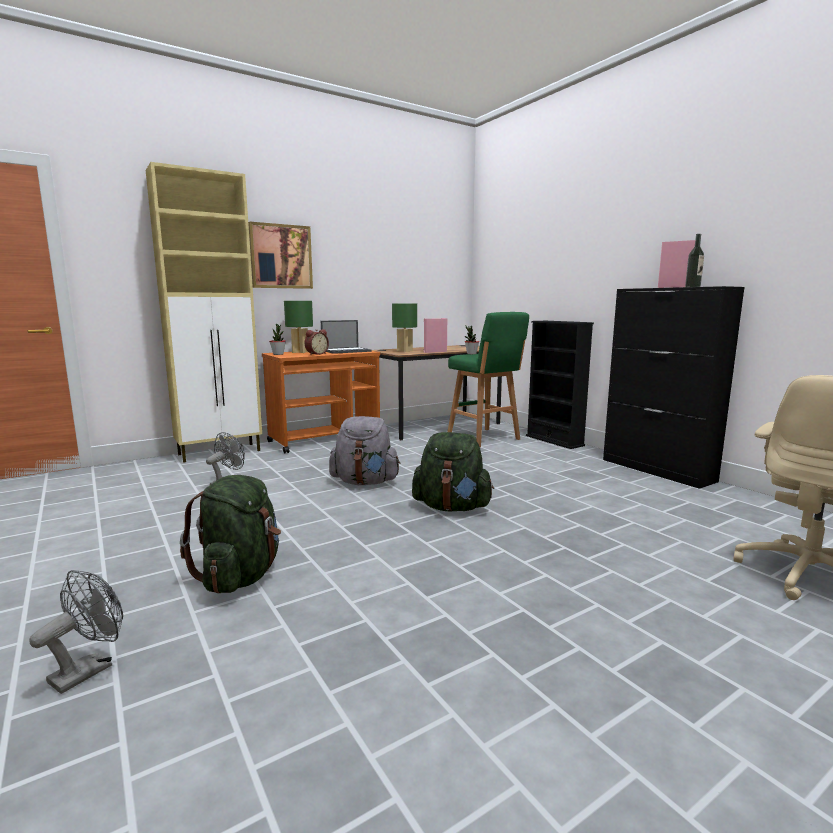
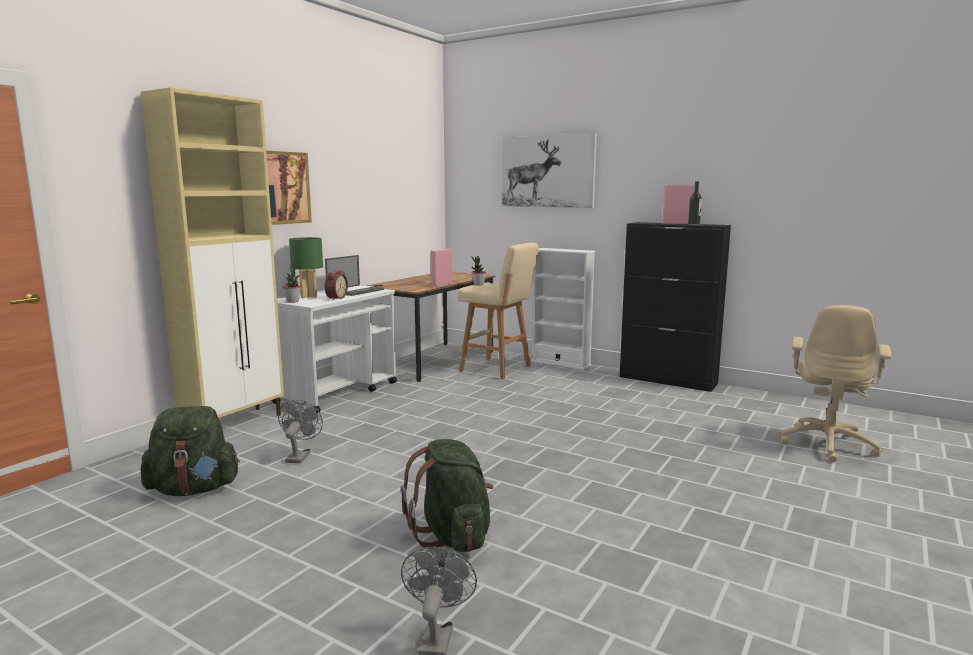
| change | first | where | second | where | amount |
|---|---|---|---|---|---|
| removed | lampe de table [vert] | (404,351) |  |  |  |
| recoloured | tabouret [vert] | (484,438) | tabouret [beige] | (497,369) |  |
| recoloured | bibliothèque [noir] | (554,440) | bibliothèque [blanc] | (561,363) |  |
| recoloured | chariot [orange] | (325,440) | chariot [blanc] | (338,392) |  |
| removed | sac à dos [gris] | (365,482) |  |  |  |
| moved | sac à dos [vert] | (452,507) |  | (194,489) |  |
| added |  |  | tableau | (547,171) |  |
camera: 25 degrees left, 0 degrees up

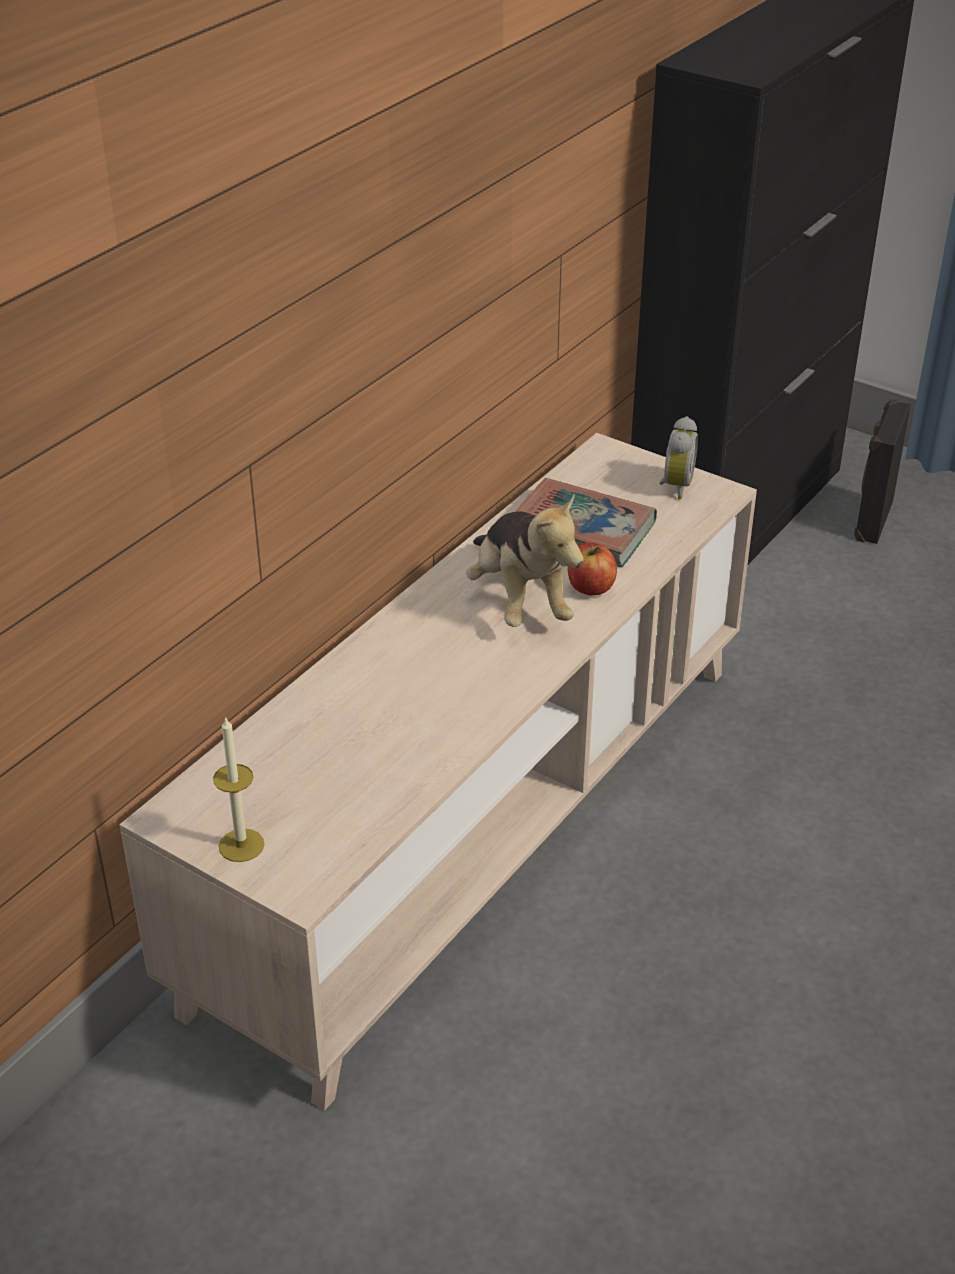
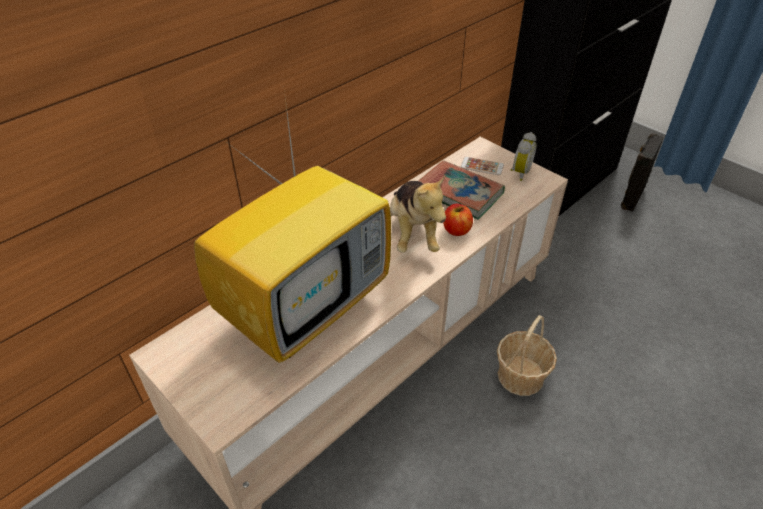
| change | first | where | second | where | amount |
|---|---|---|---|---|---|
| removed | bougie | (241,845) |  |  |  |
| added |  |  | téléviseur | (306,306) |  |
| added |  |  | téléphone | (482,166) |  |
| added |  |  | panier | (521,376) |  |
camera: 10 degrees right, 5 degrees up

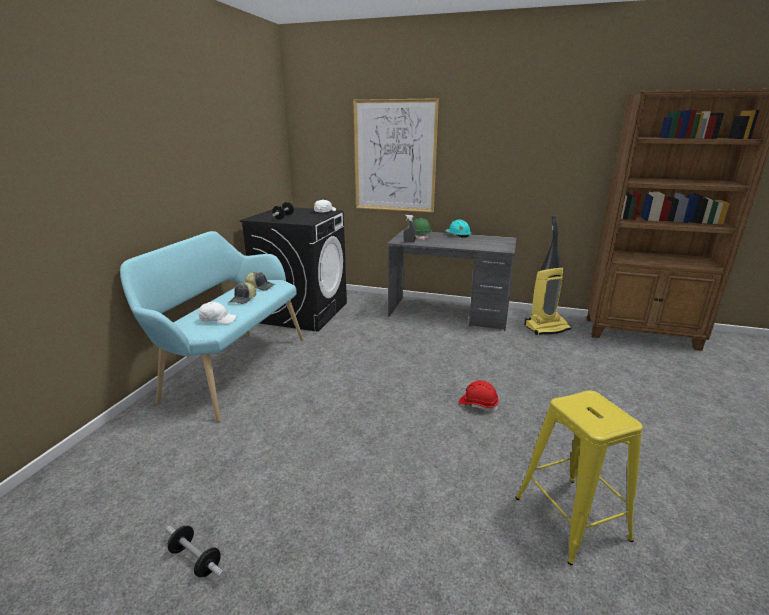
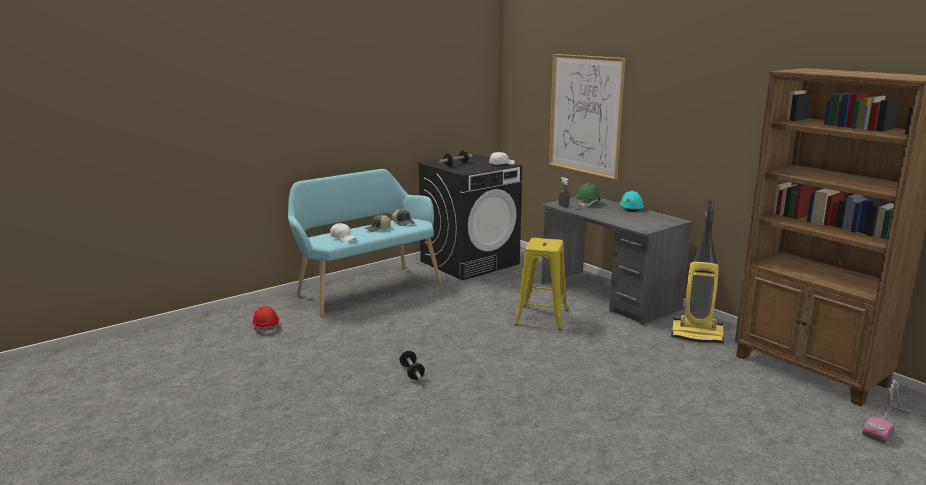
| change | first | where | second | where | amount |
|---|---|---|---|---|---|
| moved | casque de chantier [rouge] | (478,404) |  | (266,328) |  |
| moved | tabouret [jaune] | (571,518) |  | (541,317) |  |
| moved | haltère | (196,560) |  | (412,372) |  |
| added |  |  | aspirateur | (887,423) |  |
camera: 35 degrees right, 5 degrees down

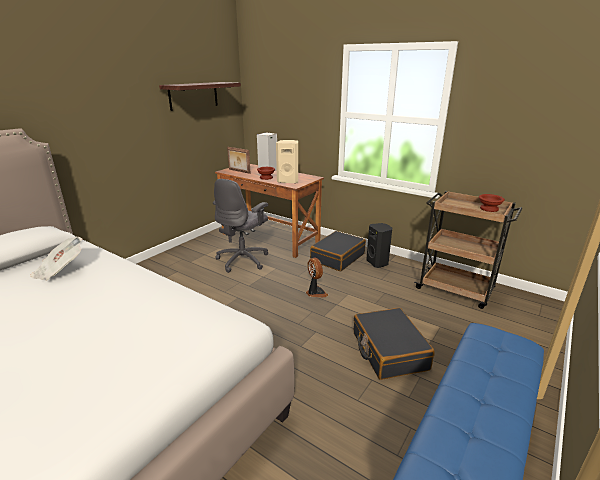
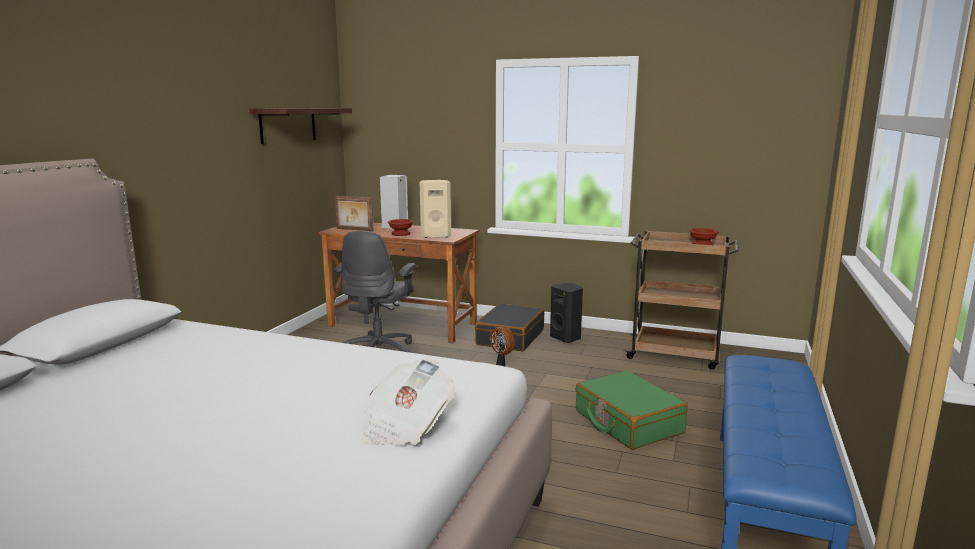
| change | first | where | second | where | amount |
|---|---|---|---|---|---|
| moved | journal | (60,270) |  | (405,426) |  |
| recoloured | valise [noir] | (388,351) | valise [vert] | (627,422) |  |
camera: 15 degrees left, 10 degrees down

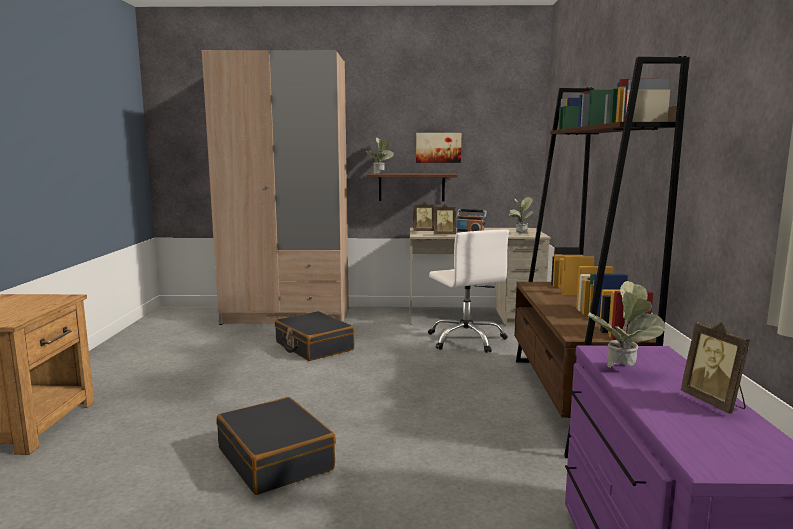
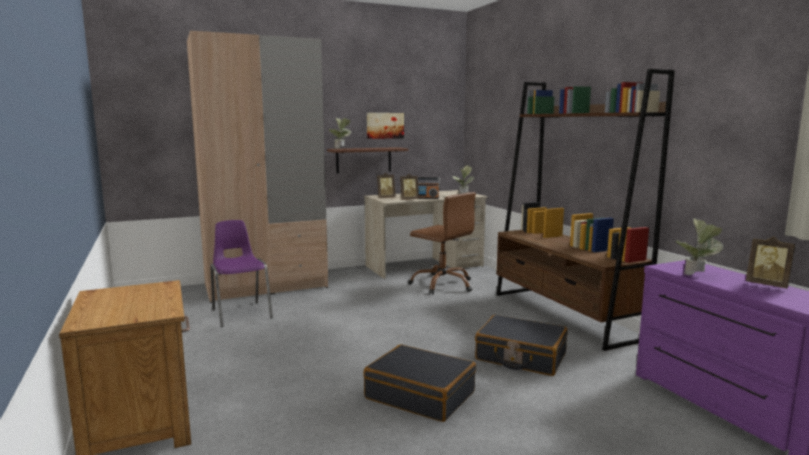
| change | first | where | second | where | amount |
|---|---|---|---|---|---|
| recoloured | chaise de bureau [blanc] | (466,340) | chaise de bureau [marron] | (442,285) |  |
| moved | valise [noir] | (313,346) |  | (520,357) |  |
| added |  |  | chaise [violet] | (241,313) |  |
camera: 25 degrees left, 0 degrees up

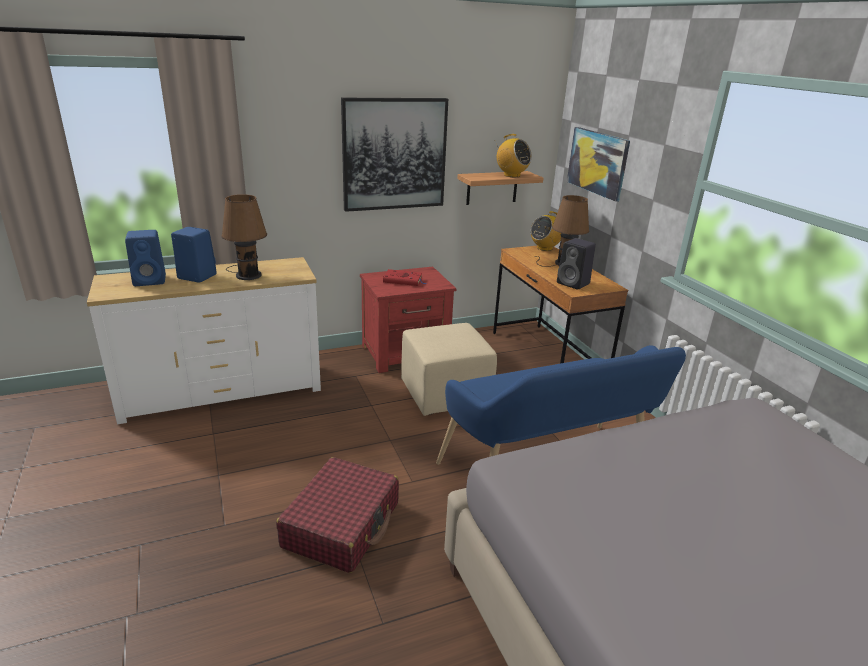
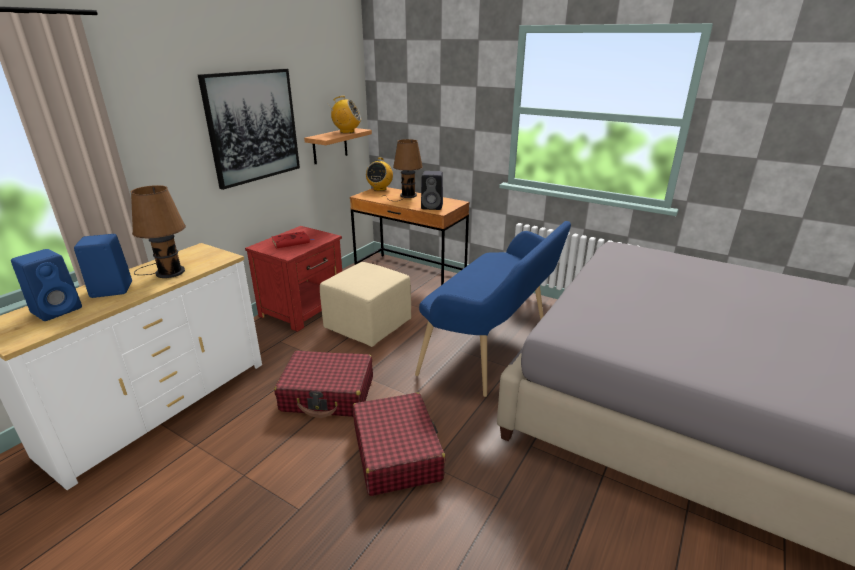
| change | first | where | second | where | amount |
|---|---|---|---|---|---|
| removed | tableau | (597,162) |  |  |  |
| added |  |  | valise [rouge] | (328,394) |  |
camera: 35 degrees left, 0 degrees up

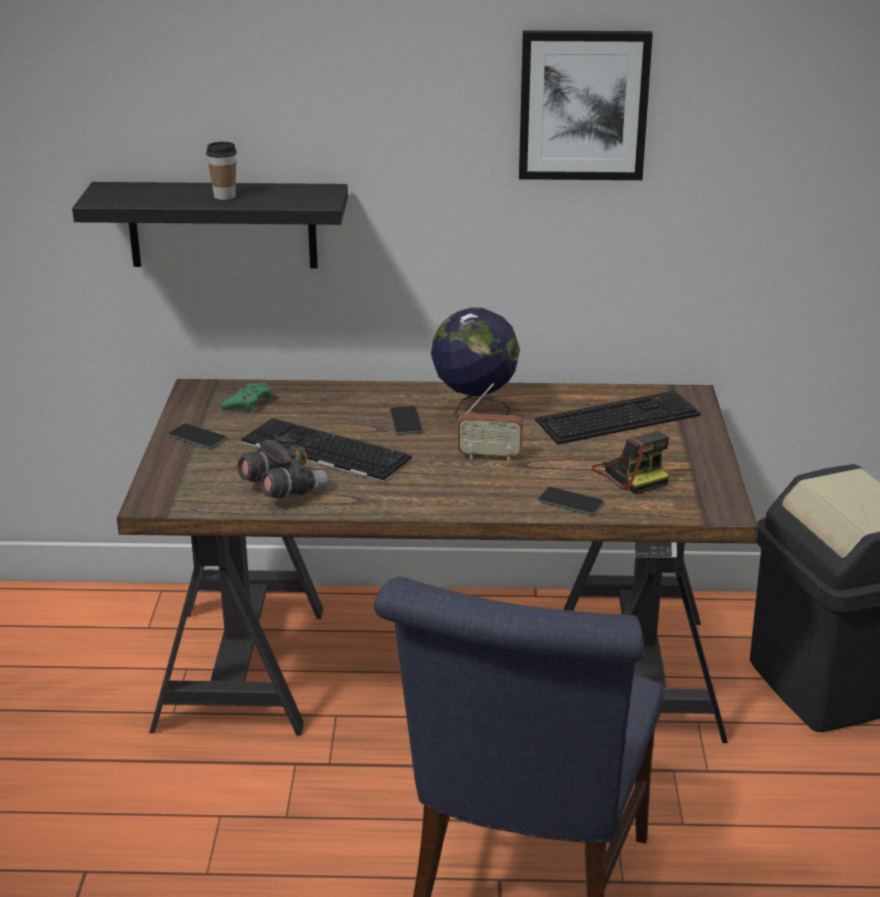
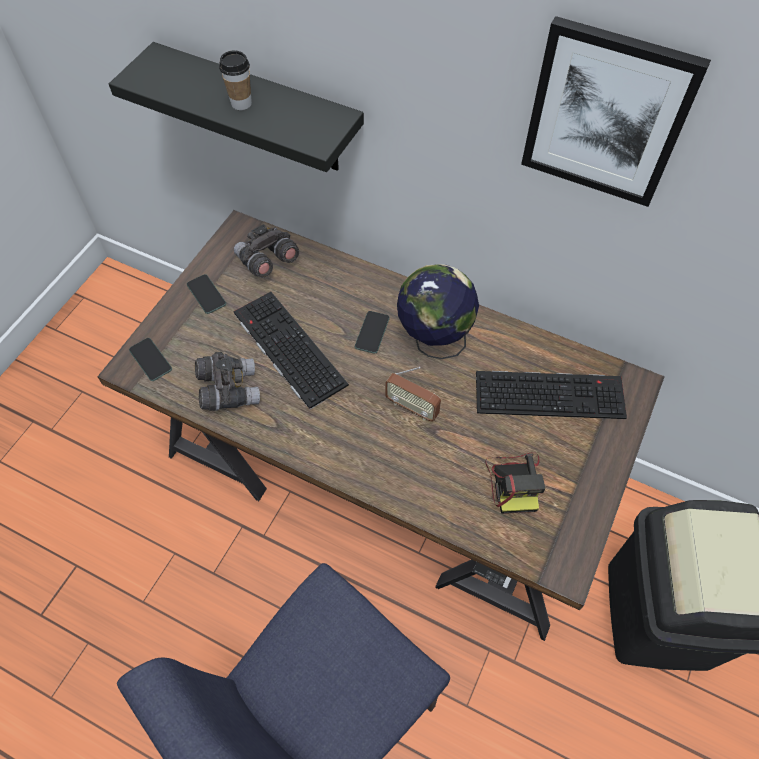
| change | first | where | second | where | amount |
|---|---|---|---|---|---|
| replaced | manette [vert] | (248,403) | jumelles [gris] | (267,261) |  |
| moved | téléphone | (570,502) |  | (150,359) |  |
camera: 25 degrees right, 30 degrees up

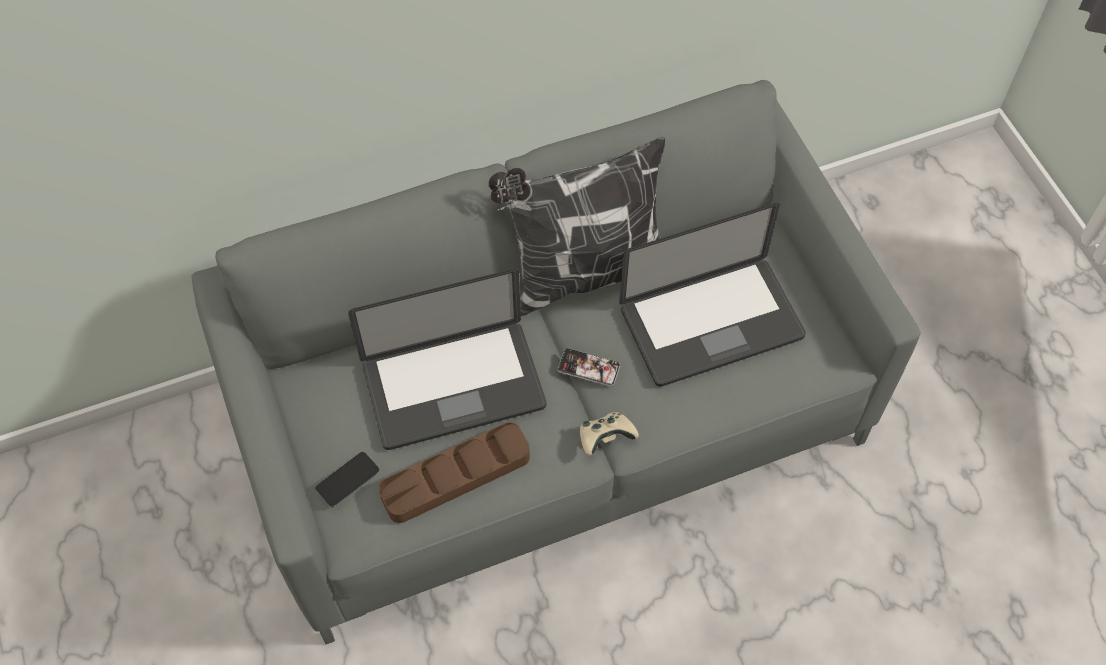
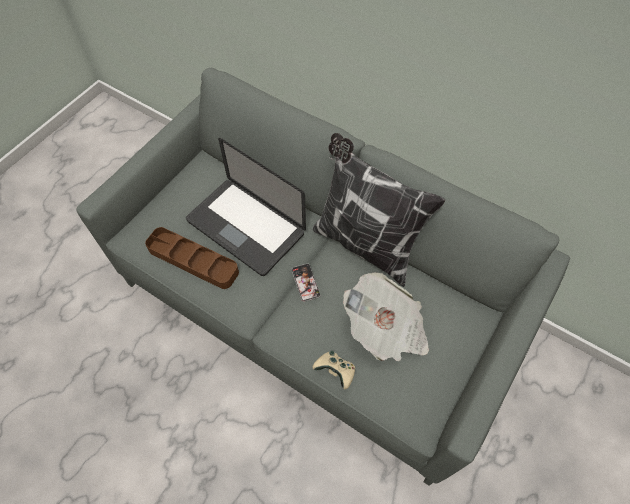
| change | first | where | second | where | amount |
|---|---|---|---|---|---|
| replaced | ordinateur portable | (711,323) | journal | (386,329) |  |
| moved | manette [beige] | (605,438) |  | (335,371) |  |
| removed | téléphone | (347,479) |  |  |  |
camera: 55 degrees right, 0 degrees up

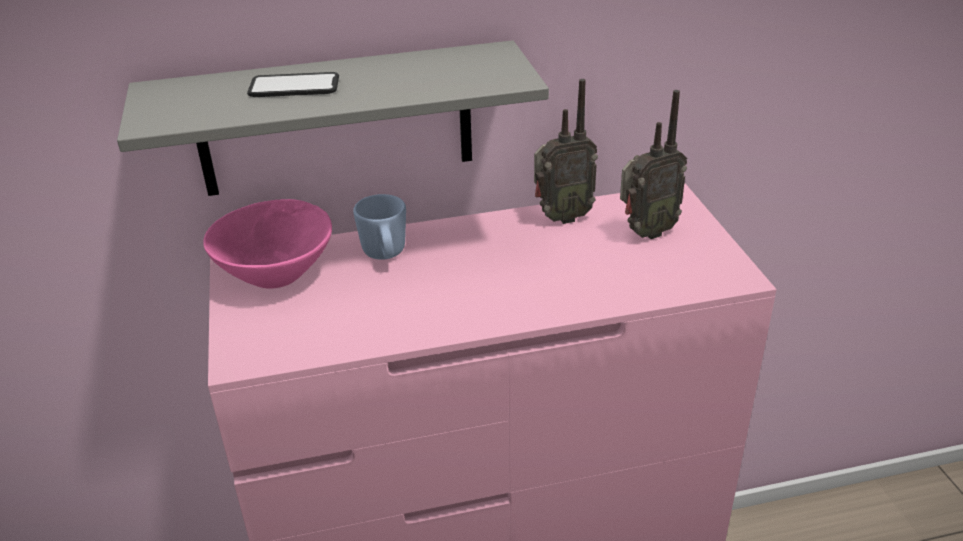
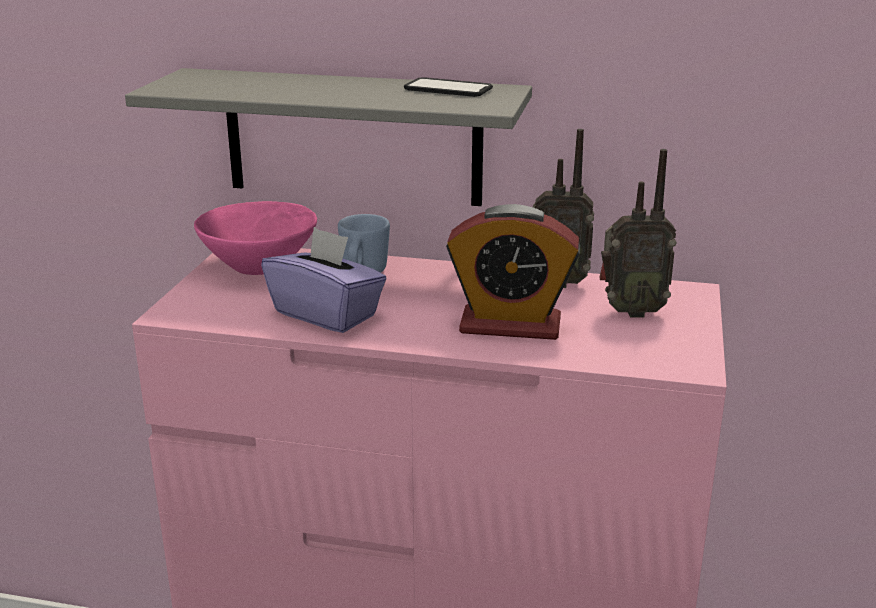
| change | first | where | second | where | amount |
|---|---|---|---|---|---|
| moved | téléphone | (294,86) |  | (448,89) |  |
| added |  |  | réveil | (510,325) |  |
| added |  |  | boîte à mouchoirs [violet] | (326,314) |  |
camera: 25 degrees right, 10 degrees down

